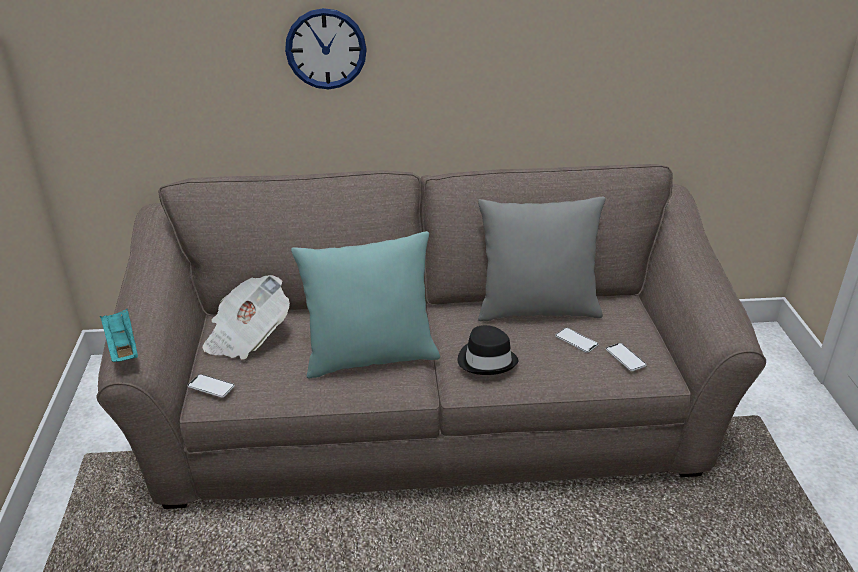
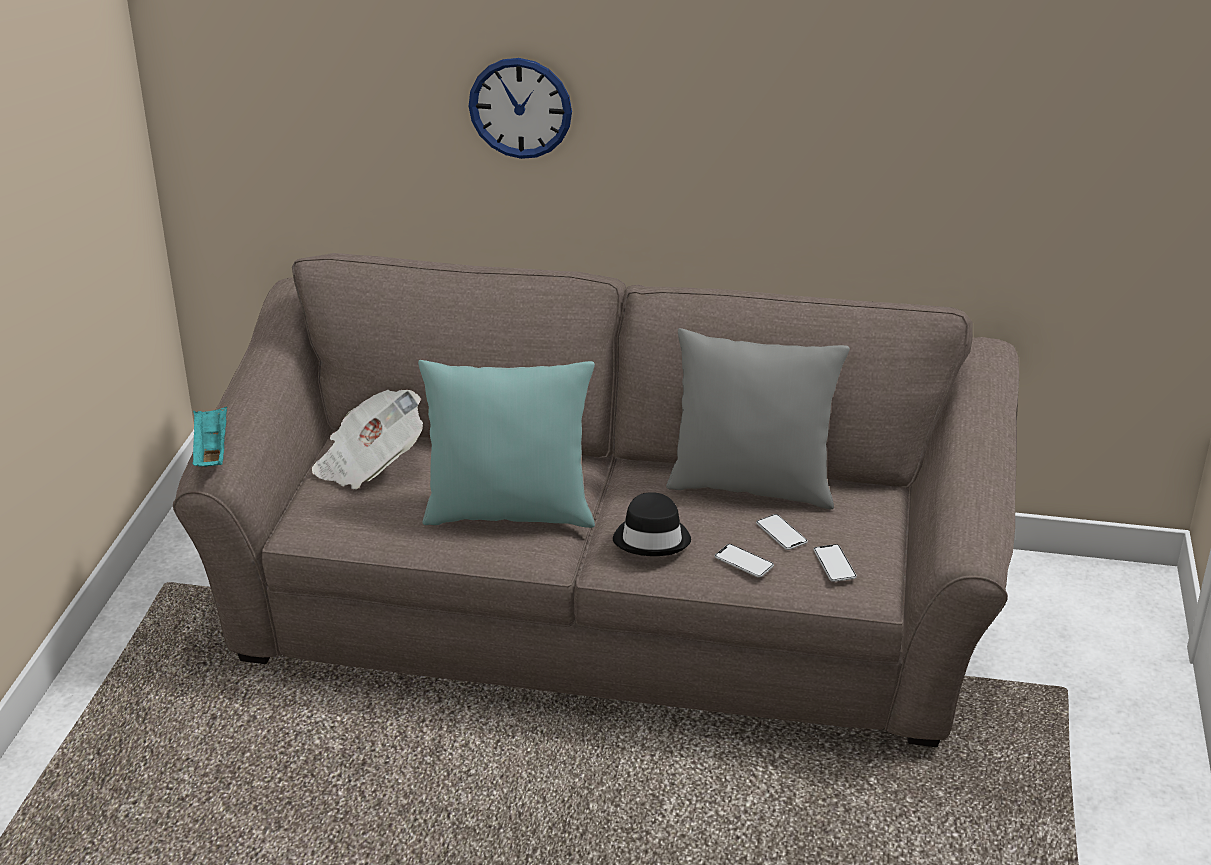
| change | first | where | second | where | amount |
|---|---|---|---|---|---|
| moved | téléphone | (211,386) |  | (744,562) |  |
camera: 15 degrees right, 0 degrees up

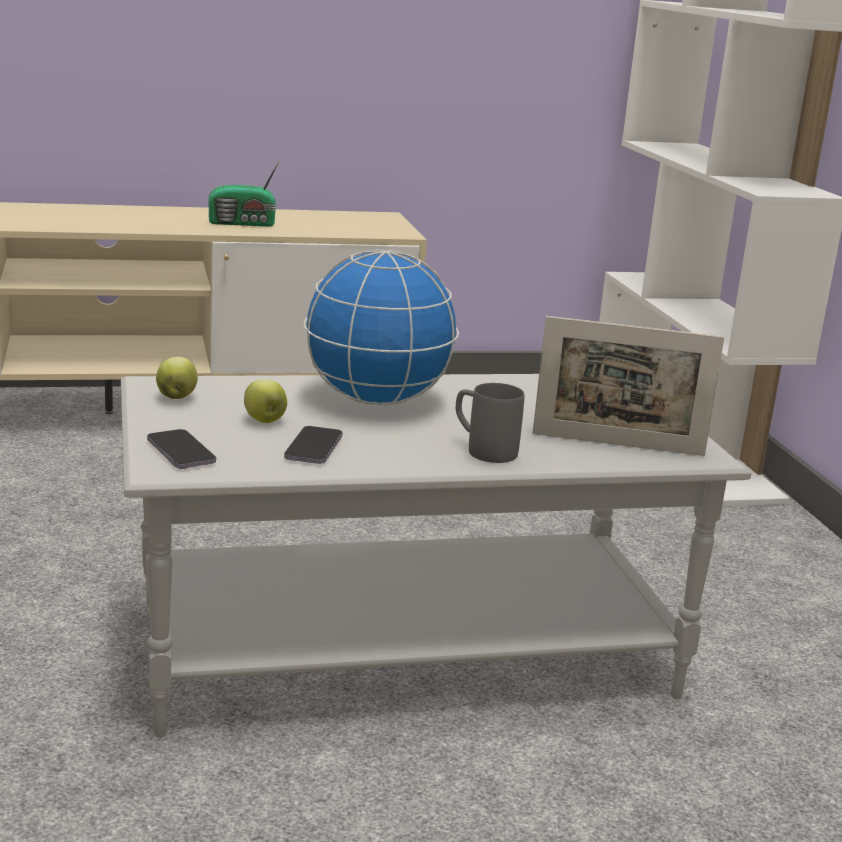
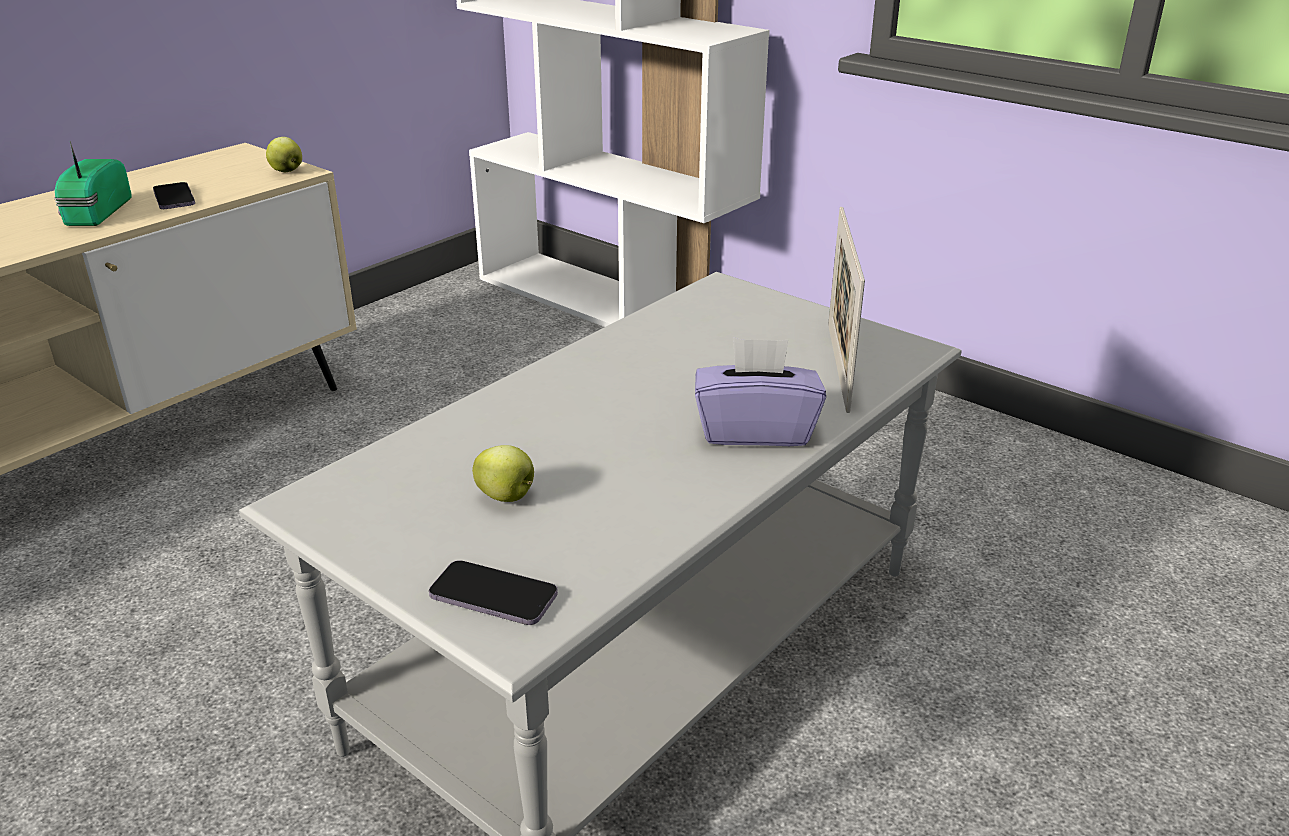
| change | first | where | second | where | amount |
|---|---|---|---|---|---|
| turned | radio | (244,223) |  | (95,213) | 135 degrees clockwise |
| removed | globe | (378,400) |  |  |  |
| turned | cadre photo | (617,444) |  | (838,366) | 120 degrees clockwise |
| moved | pomme | (176,397) |  | (286,171) |  |
| replaced | mug [gris] | (483,450) | boîte à mouchoirs [violet] | (755,430) |  |
| moved | téléphone | (313,448) |  | (174,199) |  |
camera: 35 degrees left, 10 degrees up

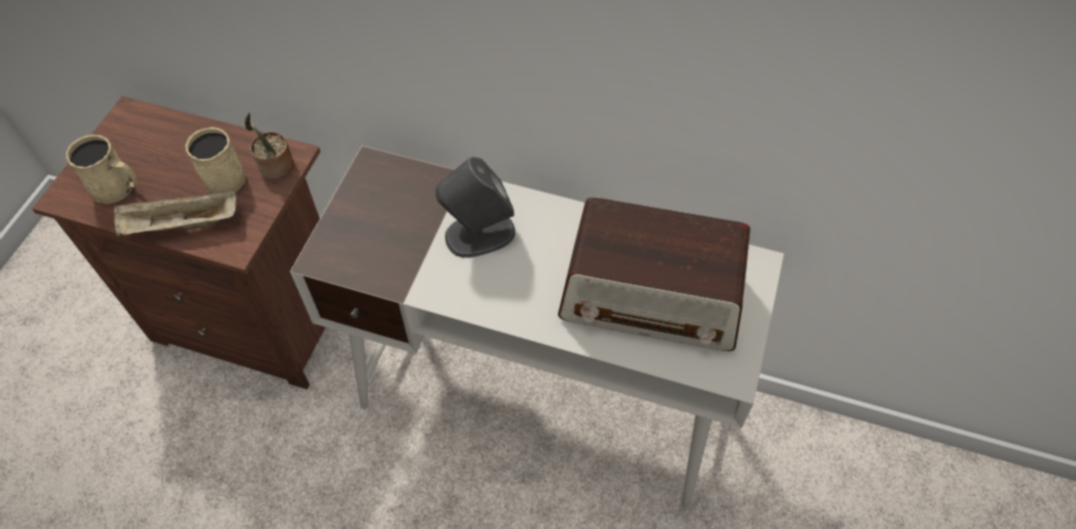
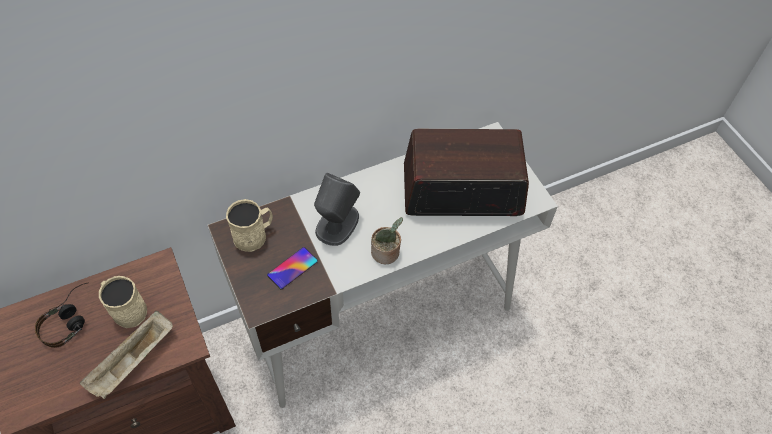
| change | first | where | second | where | amount |
|---|---|---|---|---|---|
| moved | plante en pot | (276,167) |  | (387,253) |  |
| moved | mug [beige] | (118,188) |  | (254,235) |  |
| turned | radio | (652,298) |  | (461,190) | 150 degrees counterclockwise |
| added |  |  | téléphone | (292,268) |  |
| added |  |  | casque audio | (71,319) |  |
camera: 45 degrees left, 0 degrees up

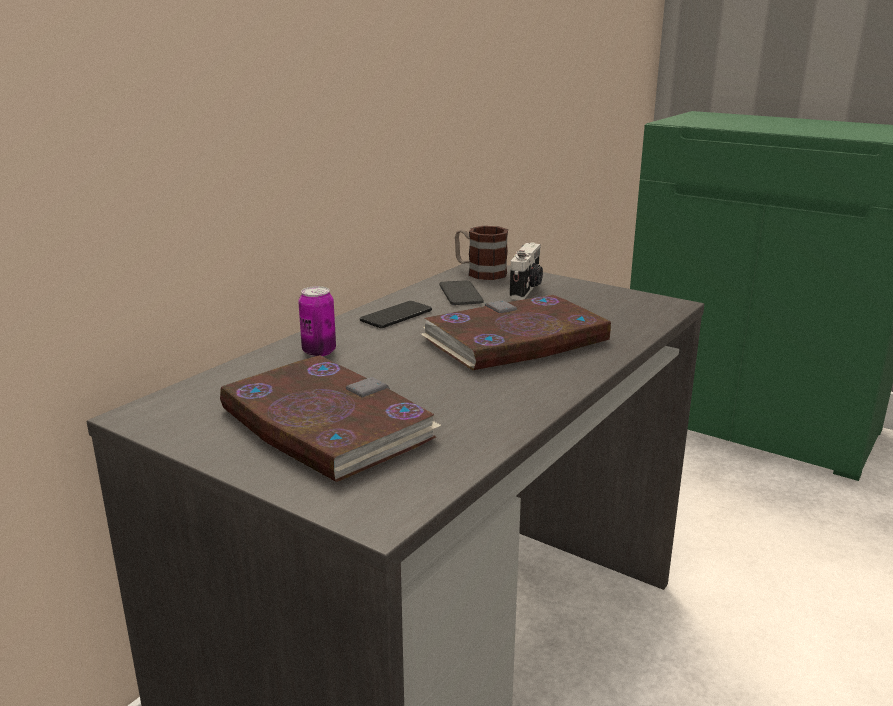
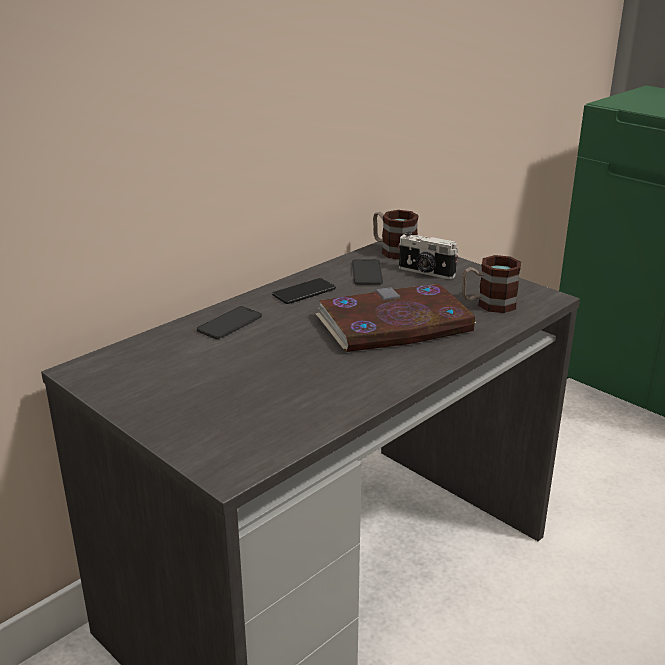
| change | first | where | second | where | amount |
|---|---|---|---|---|---|
| turned | appareil photo | (526,290) |  | (426,272) | 90 degrees clockwise |
| replaced | boîte métallique | (319,352) | téléphone | (229,323) |  |
| removed | livre | (324,424) |  |  |  |
| added |  |  | mug | (488,304) |  |
camera: 10 degrees right, 5 degrees up

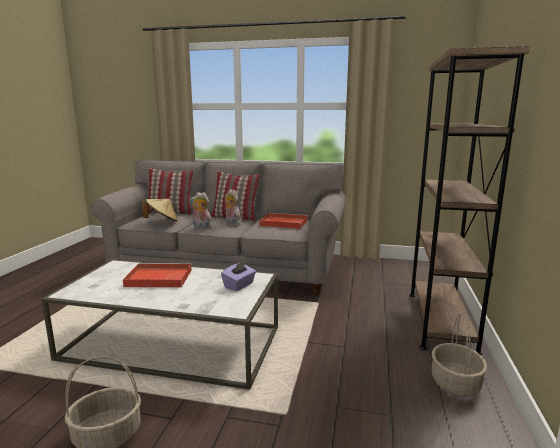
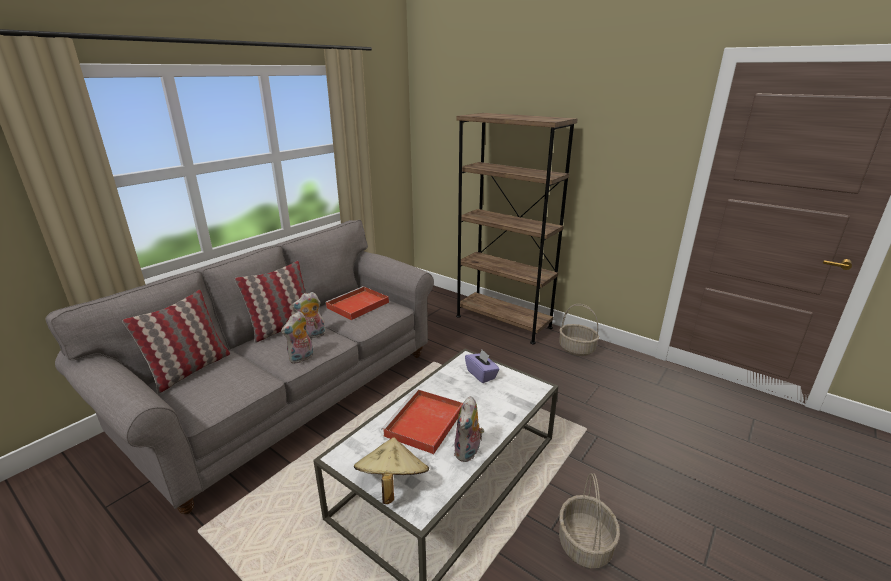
| change | first | where | second | where | amount |
|---|---|---|---|---|---|
| moved | chapeau [beige] | (162,222) |  | (392,484) |  |
| added |  |  | peluche | (468,452) |  |
camera: 65 degrees left, 10 degrees up

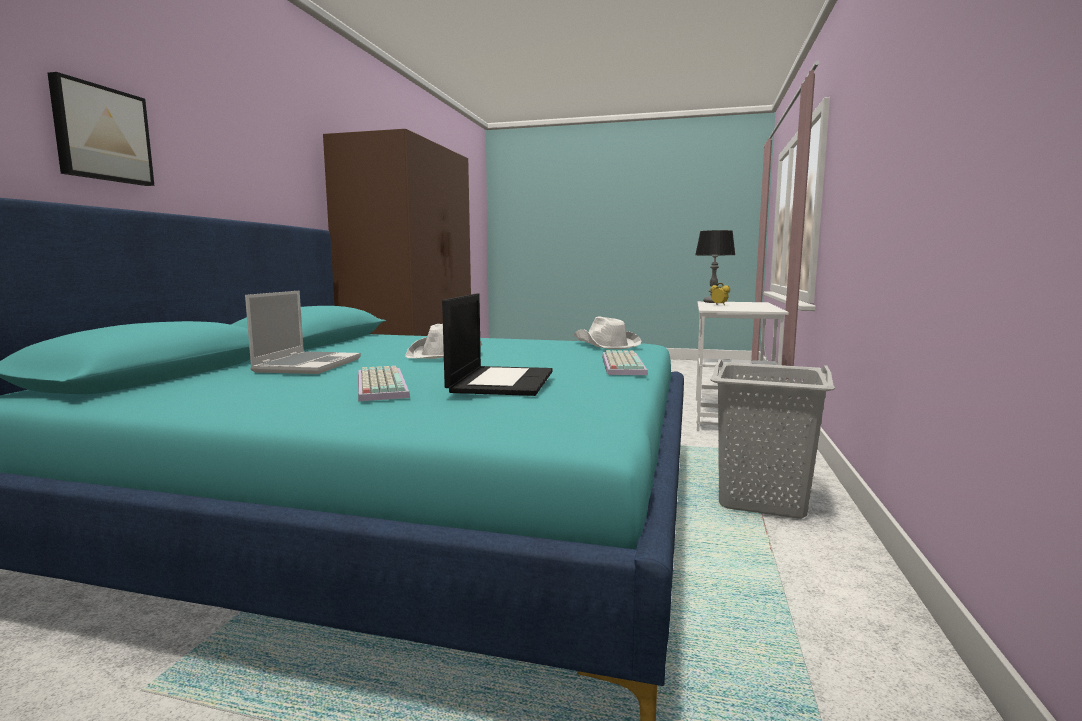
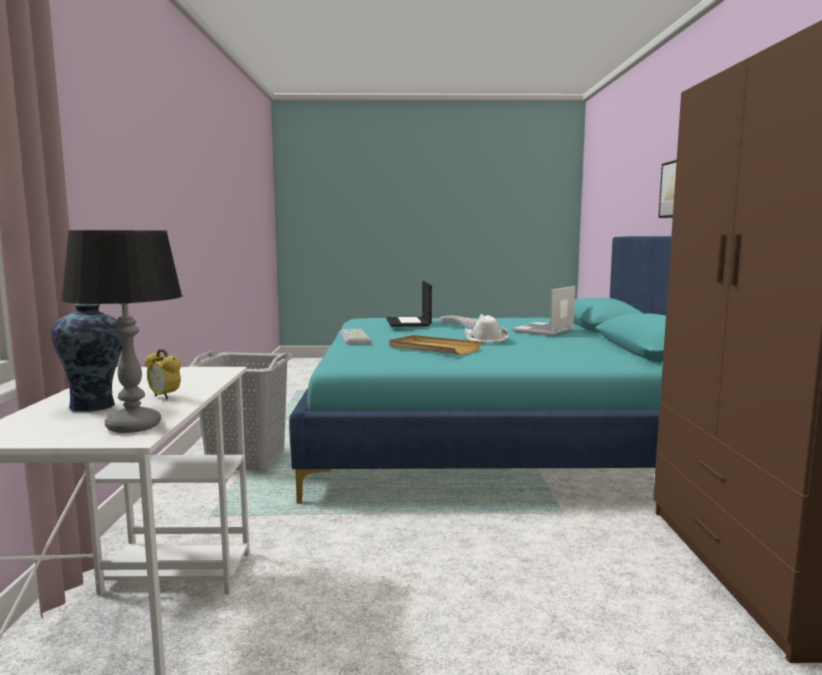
| change | first | where | second | where | amount |
|---|---|---|---|---|---|
| turned | ordinateur portable | (308,365) |  | (544,330) | 45 degrees clockwise |
| removed | chapeau [blanc] | (605,345) |  |  |  |
| added |  |  | vase | (94,406) |  |
| added |  |  | plateau [beige] | (433,348) |  |
camera: 165 degrees right, 0 degrees up

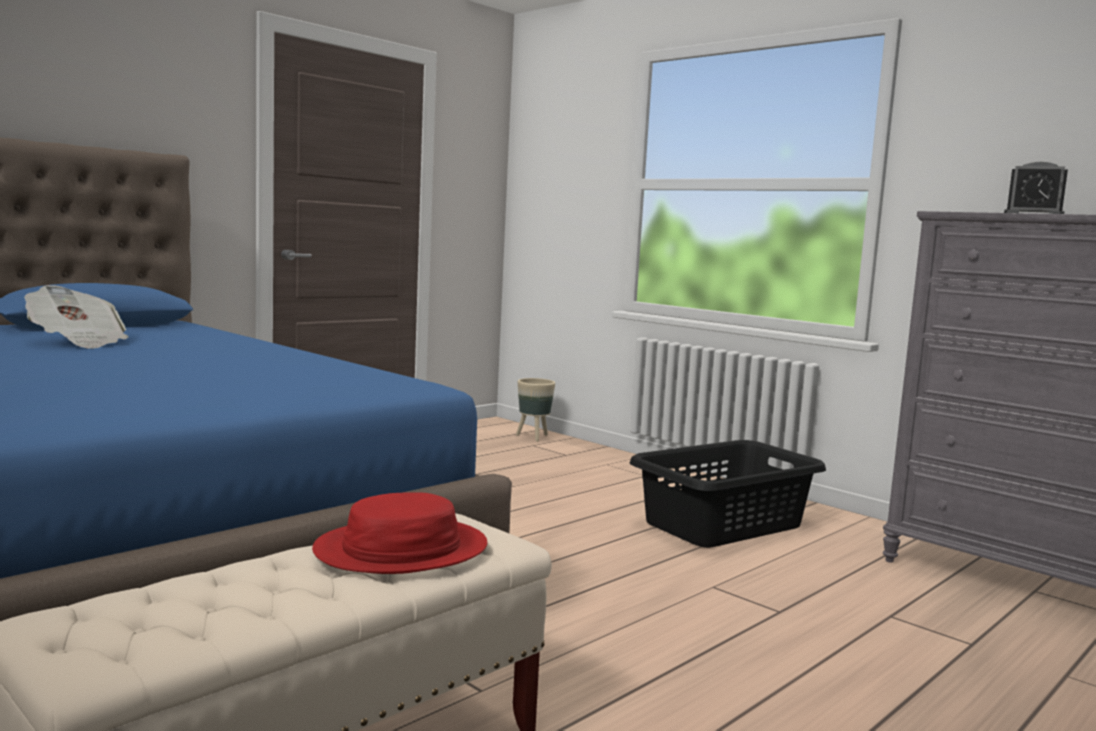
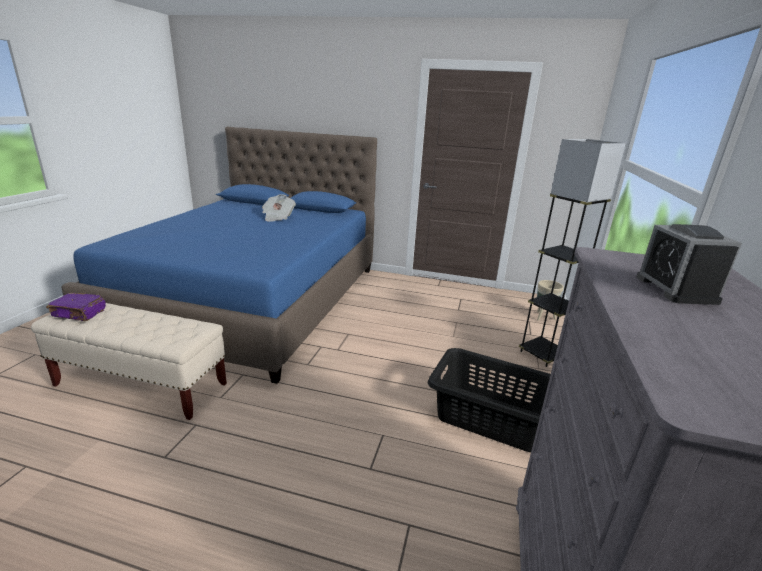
| change | first | where | second | where | amount |
|---|---|---|---|---|---|
| removed | chapeau [rouge] | (402,550) |  |  |  |
| added |  |  | lampadaire [gris] | (543,354) |  |
| added |  |  | livre [violet] | (79,314) |  |
camera: 60 degrees right, 15 degrees up

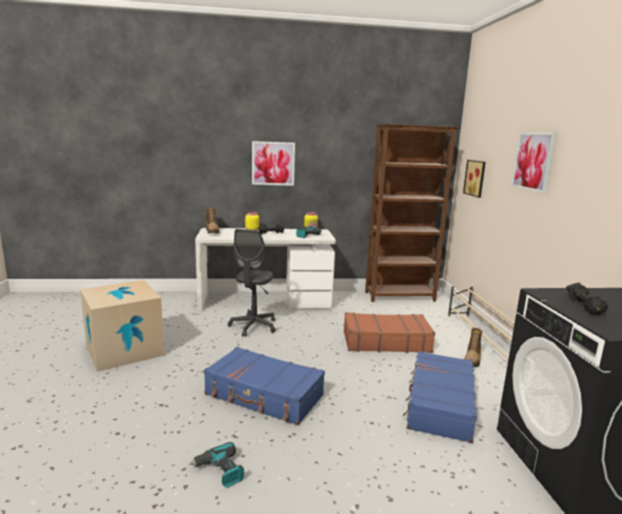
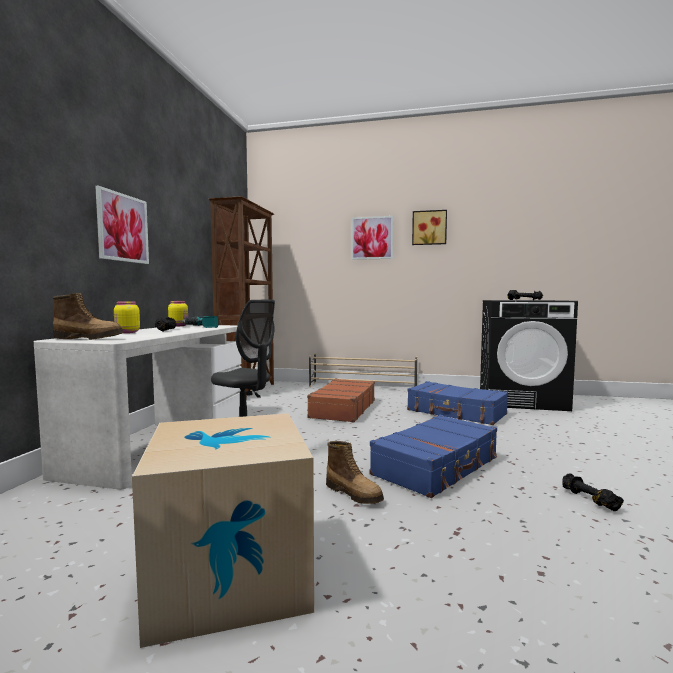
| change | first | where | second | where | amount |
|---|---|---|---|---|---|
| moved | tableau | (476,178) |  | (429,228) |  |
| moved | botte | (472,360) |  | (354,494) |  |
| replaced | perceuse | (220,471) | haltère [noir] | (588,500) |  |
camera: 70 degrees left, 10 degrees down

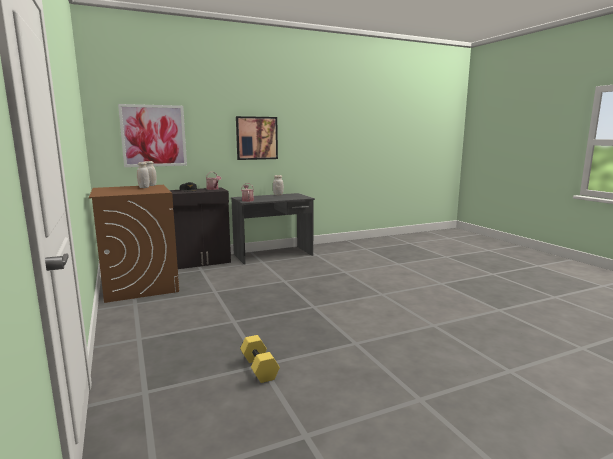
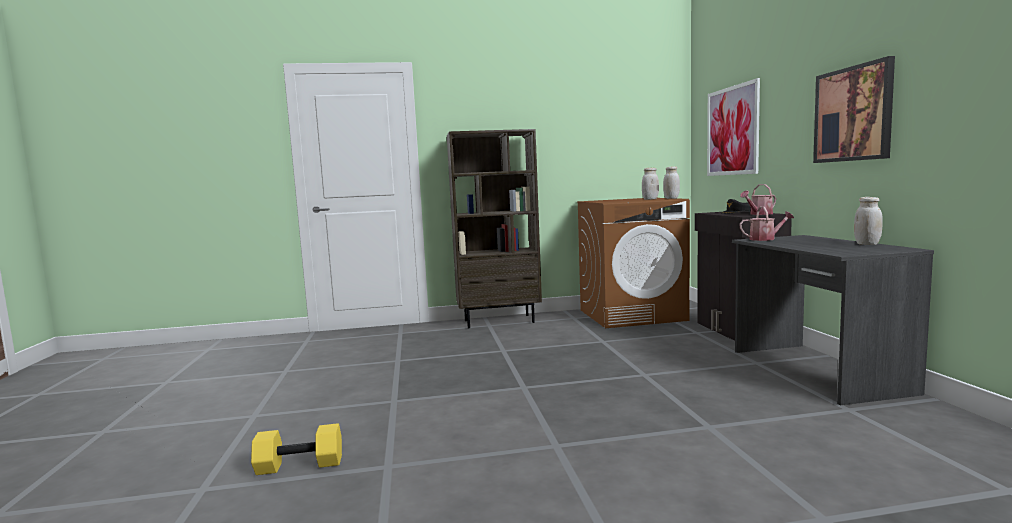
| change | first | where | second | where | amount |
|---|---|---|---|---|---|
| moved | haltère [jaune] | (260,368) |  | (298,466) |  |
| added |  |  | bibliothèque [marron] | (499,321) |  |
camera: 105 degrees right, 5 degrees down

